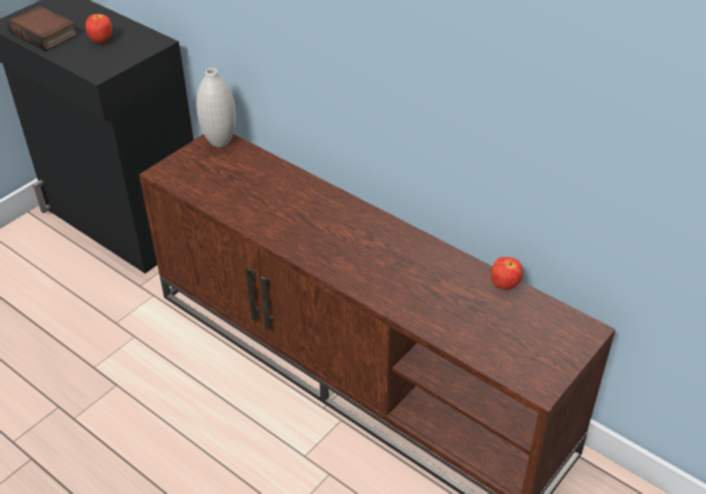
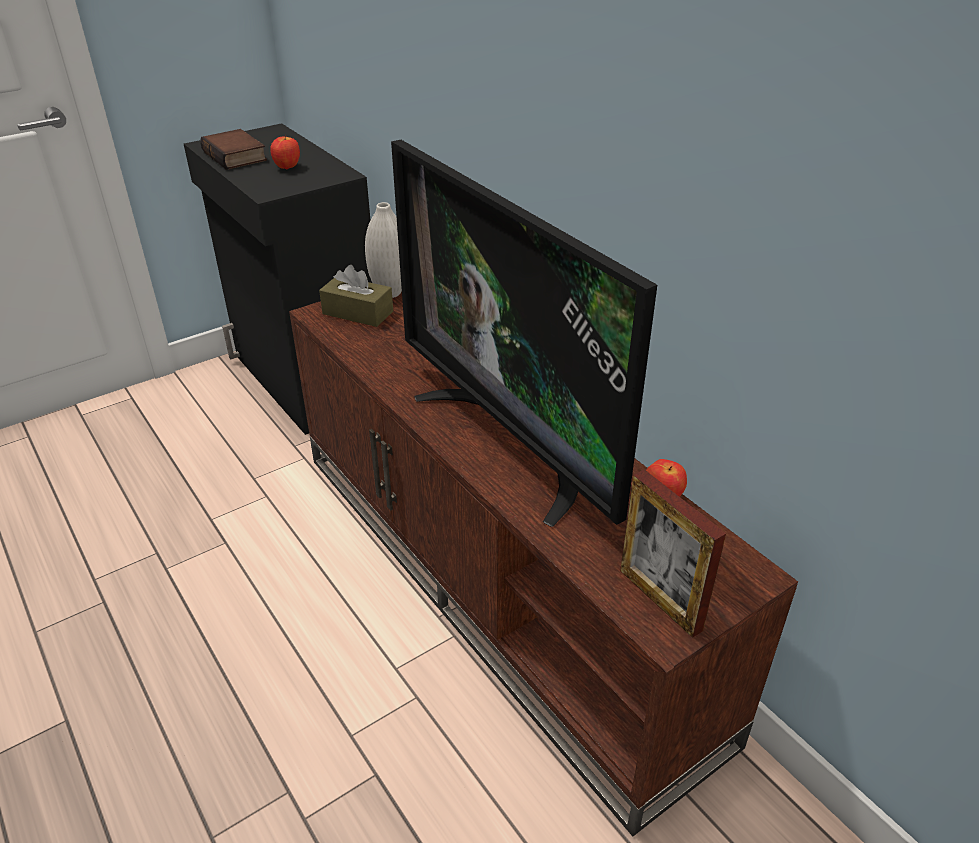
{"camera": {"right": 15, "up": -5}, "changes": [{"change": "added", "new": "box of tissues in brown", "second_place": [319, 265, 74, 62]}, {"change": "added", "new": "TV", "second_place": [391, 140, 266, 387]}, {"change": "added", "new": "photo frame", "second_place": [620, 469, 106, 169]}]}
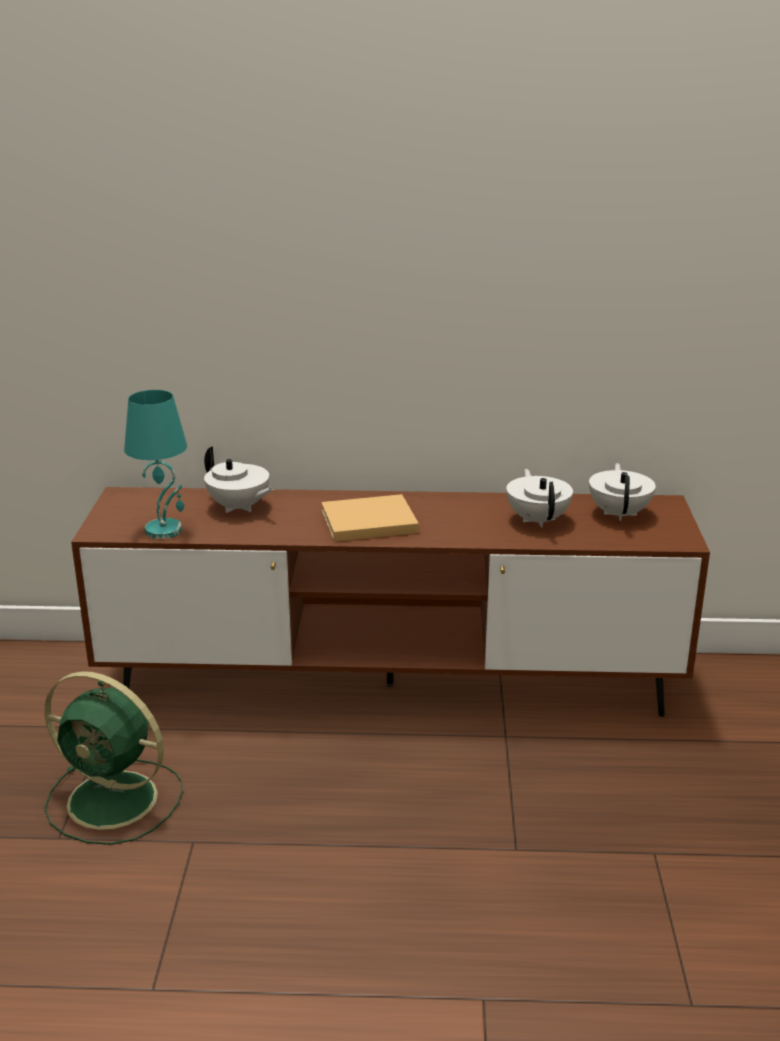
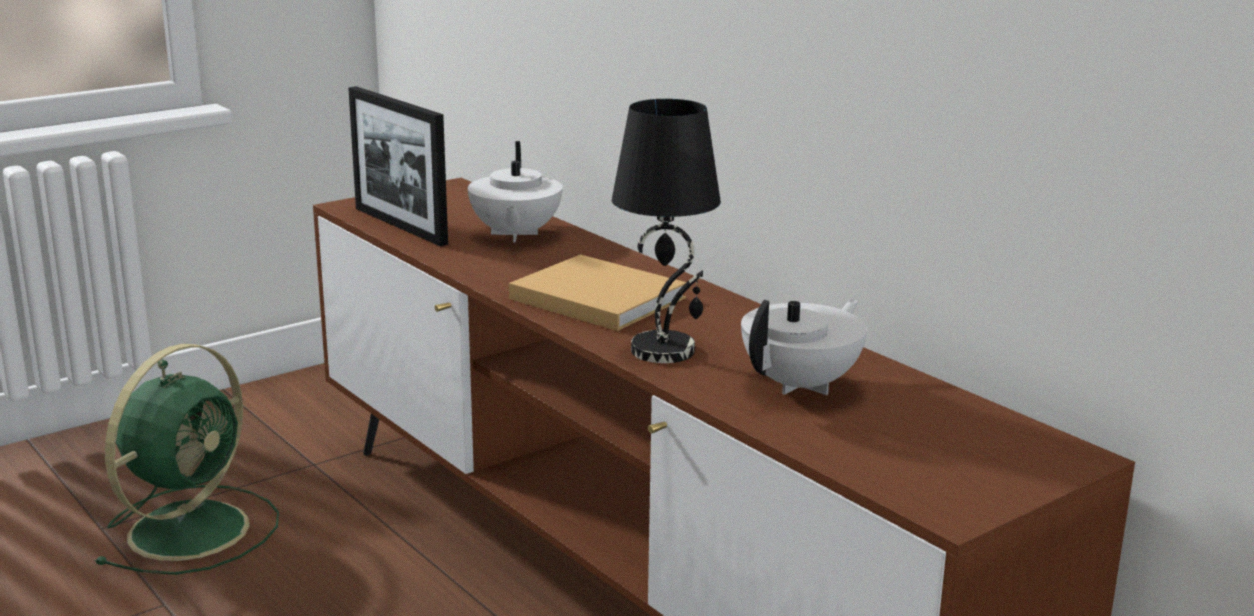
{"camera": {"right": 50, "up": -5}, "changes": [{"change": "turned", "old": "electric fan in greenish", "first_place": [44, 671, 139, 174], "second_place": [94, 344, 185, 231], "degrees": -135}, {"change": "replaced", "old": "tabletop lamp in blue-green", "new": "photo frame", "first_place": [124, 390, 63, 149], "second_place": [348, 86, 100, 160]}, {"change": "removed", "old": "teapot in white-coloured", "first_place": [589, 463, 67, 58]}, {"change": "added", "new": "tabletop lamp in blackish", "second_place": [612, 99, 109, 264]}]}
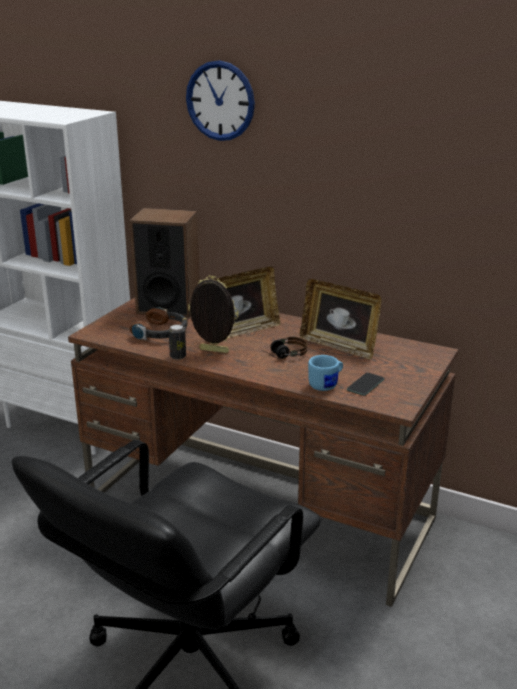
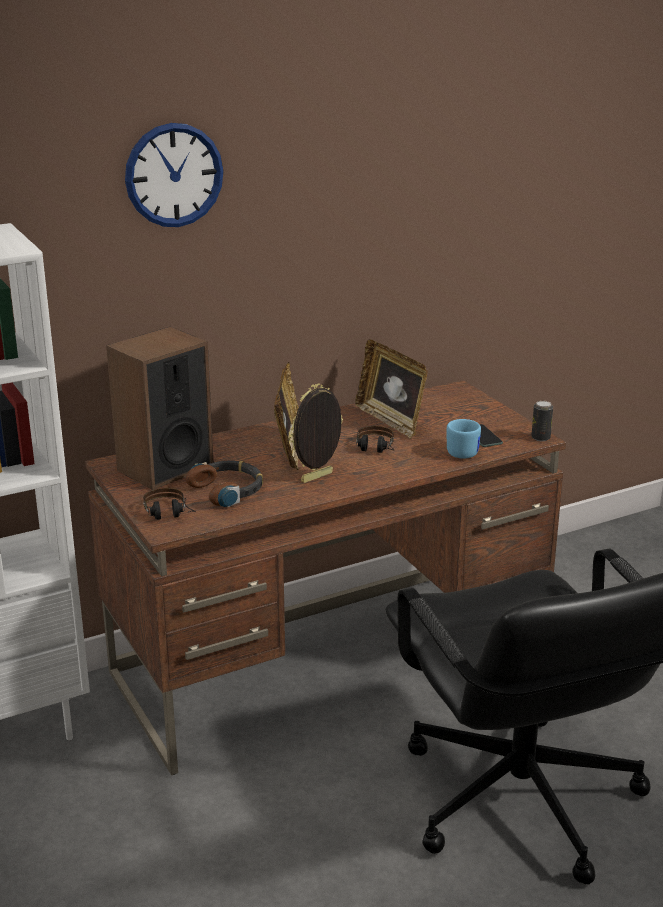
{"camera": {"right": -55, "up": 0}, "changes": [{"change": "moved", "old": "metal can", "first_place": [169, 324, 17, 36], "second_place": [531, 401, 22, 40]}, {"change": "turned", "old": "photo frame", "first_place": [300, 279, 81, 81], "second_place": [355, 339, 73, 100], "degrees": 75}, {"change": "added", "new": "pair of headphones", "second_place": [143, 488, 53, 32]}]}
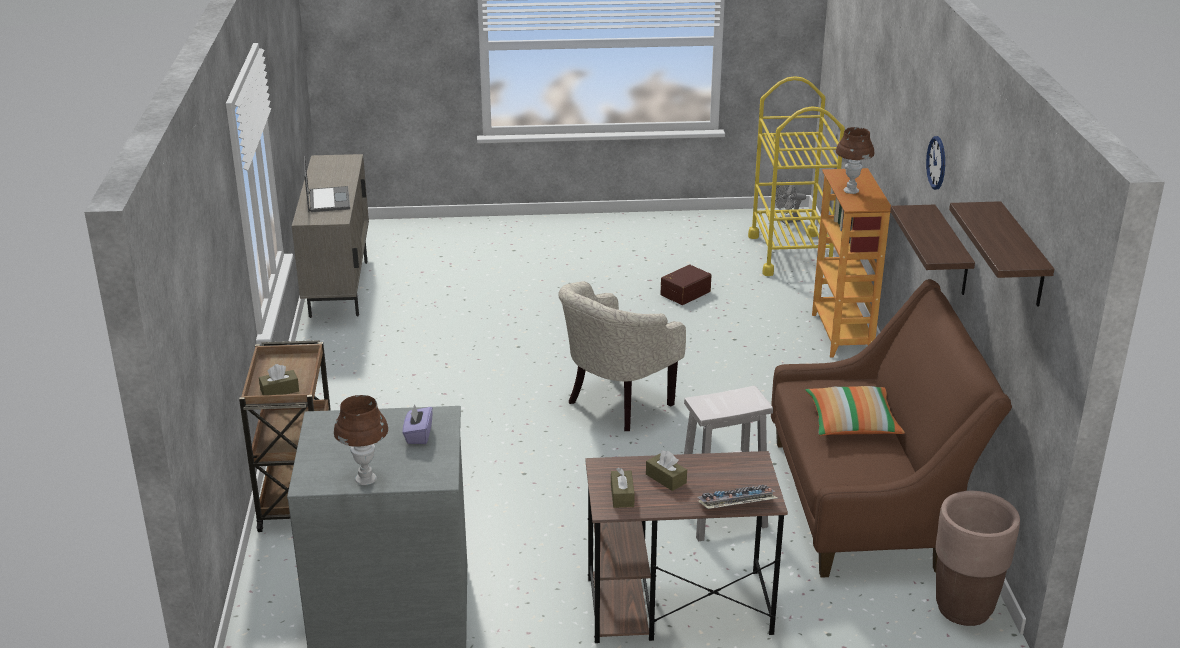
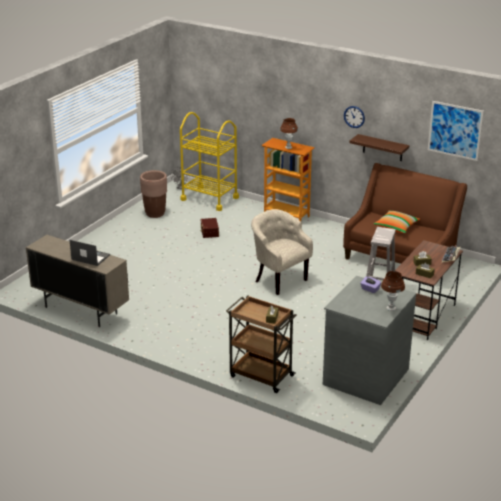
{"camera": {"right": -55, "up": 0}, "changes": [{"change": "turned", "old": "armchair in beige-coloured", "first_place": [559, 281, 127, 150], "second_place": [251, 209, 62, 86], "degrees": 150}, {"change": "moved", "old": "flower pot in brown", "first_place": [935, 491, 85, 135], "second_place": [140, 170, 27, 48]}, {"change": "replaced", "old": "wall shelf", "new": "wall art", "first_place": [949, 201, 105, 105], "second_place": [428, 101, 56, 60]}]}
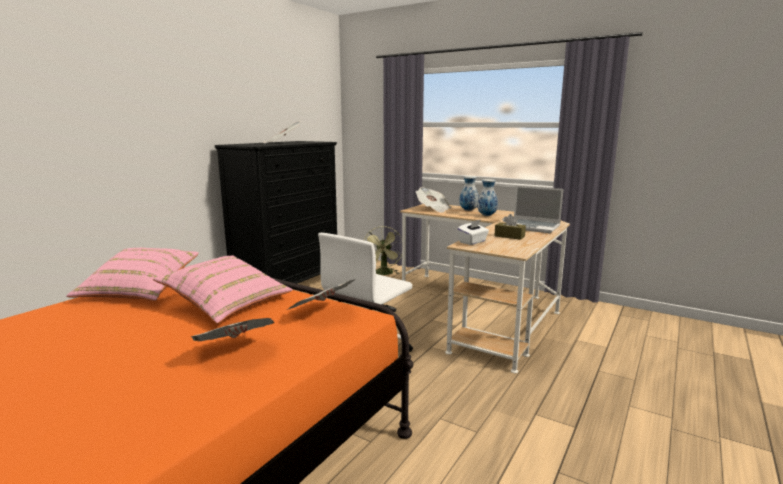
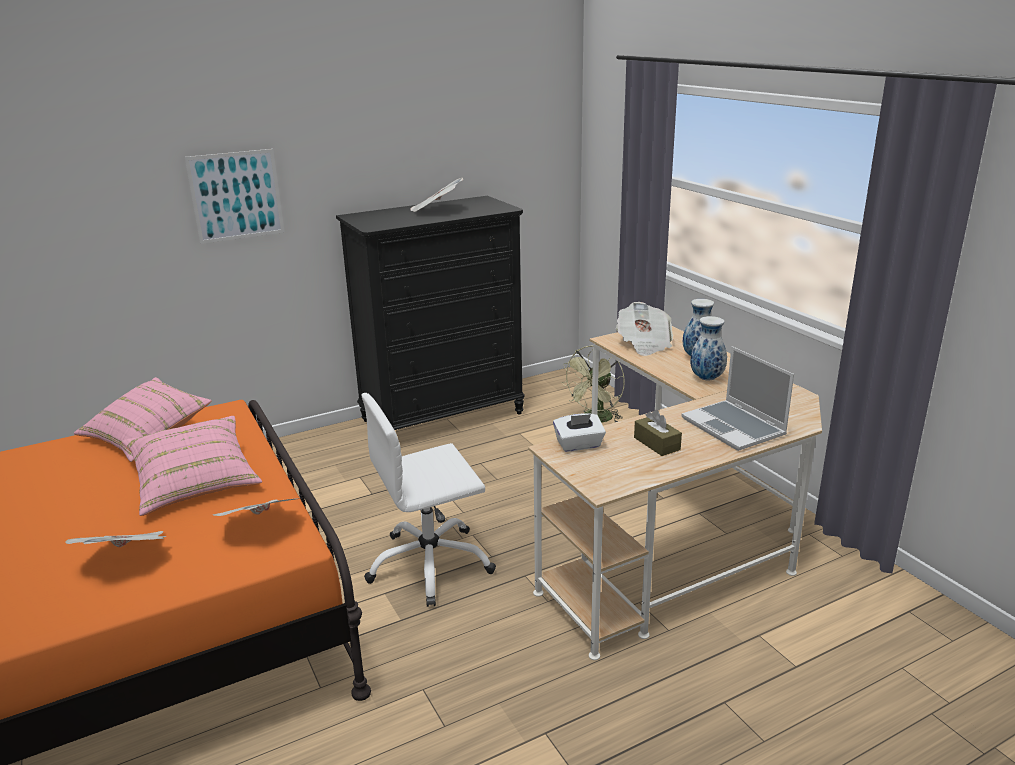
{"camera": {"right": 30, "up": 10}, "changes": [{"change": "added", "new": "wall art", "second_place": [184, 149, 101, 95]}]}
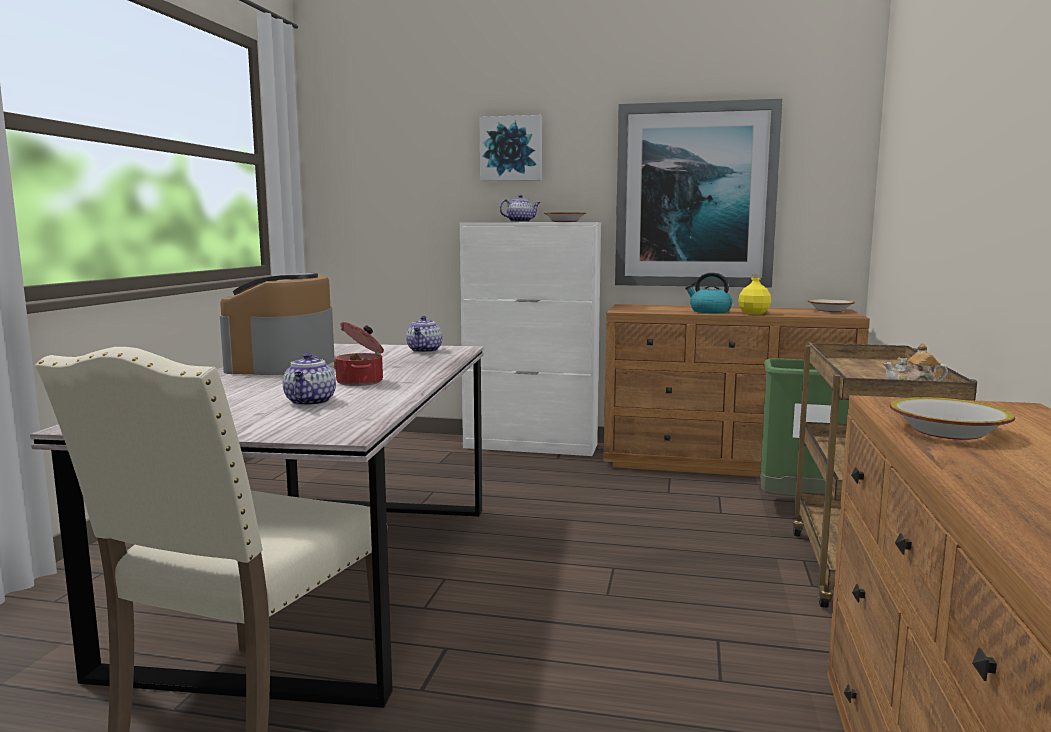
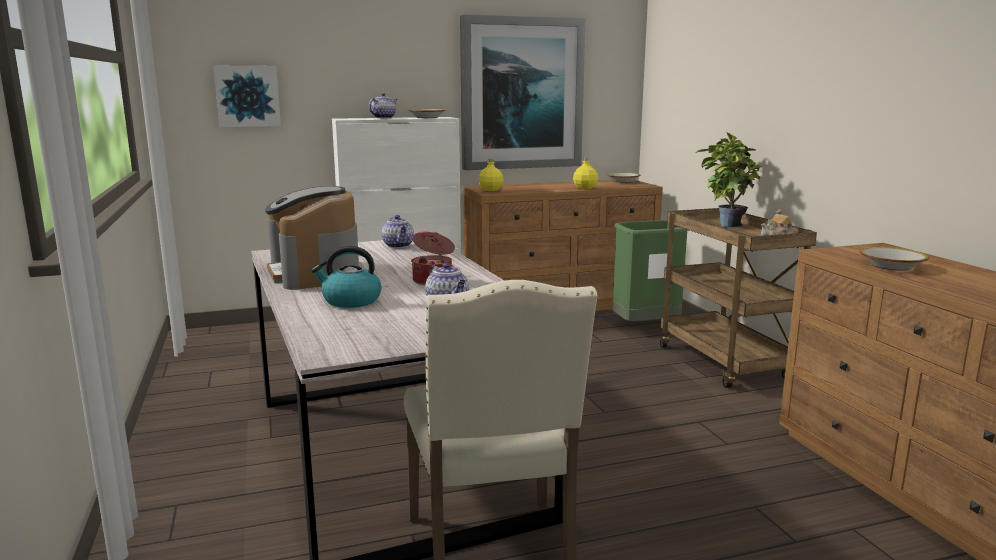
{"camera": {"right": -30, "up": 5}, "changes": [{"change": "moved", "old": "wall art", "first_place": [480, 115, 62, 66], "second_place": [213, 66, 68, 61]}, {"change": "moved", "old": "tea kettle", "first_place": [685, 272, 47, 41], "second_place": [311, 246, 70, 62]}, {"change": "added", "new": "beverage bottle in yellow", "second_place": [479, 158, 25, 33]}, {"change": "added", "new": "houseplant", "second_place": [696, 132, 65, 95]}]}
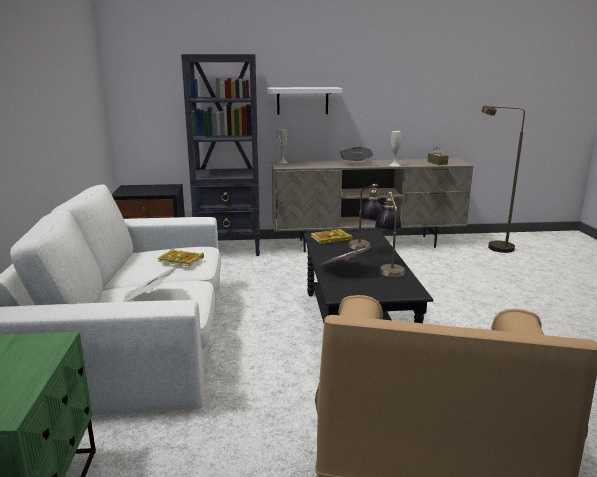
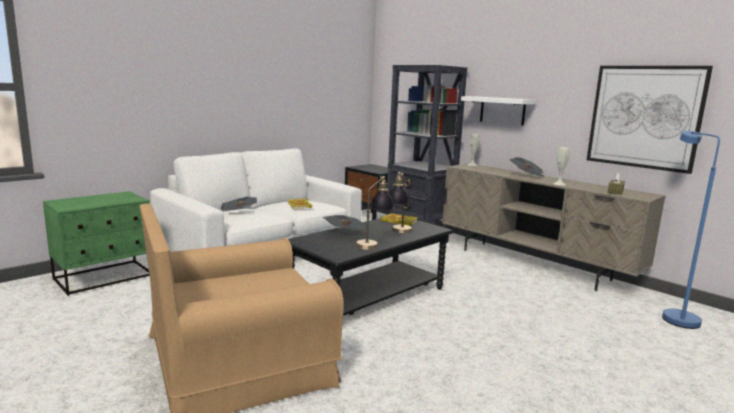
{"camera": {"right": 50, "up": -5}, "changes": [{"change": "recoloured", "old": "standing lamp in brown", "new": "standing lamp in blue", "first_place": [481, 106, 44, 147], "second_place": [662, 131, 58, 198]}, {"change": "added", "new": "wall art", "second_place": [587, 66, 126, 108]}]}
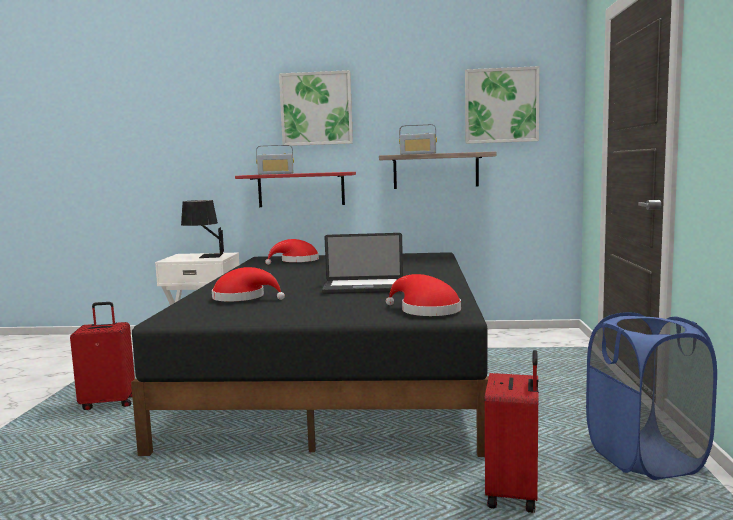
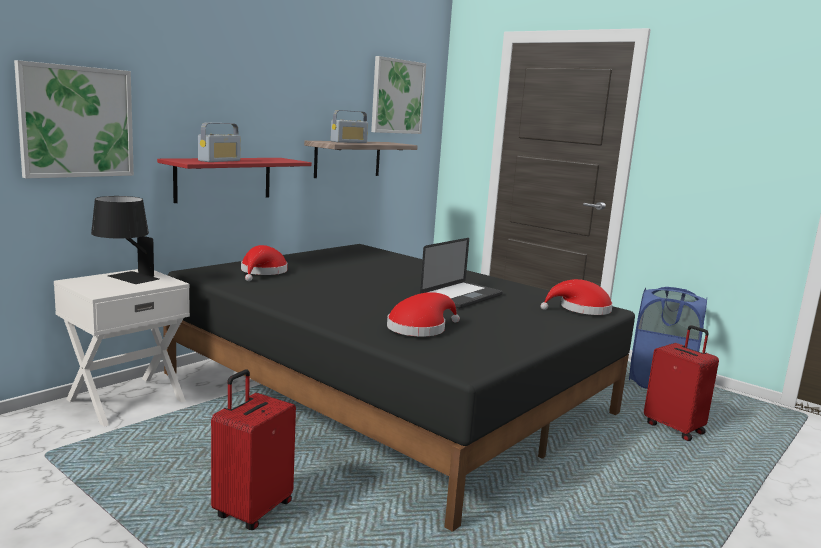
{"camera": {"right": -55, "up": 5}, "changes": [{"change": "moved", "old": "wall art", "first_place": [279, 70, 74, 76], "second_place": [14, 60, 120, 118]}]}
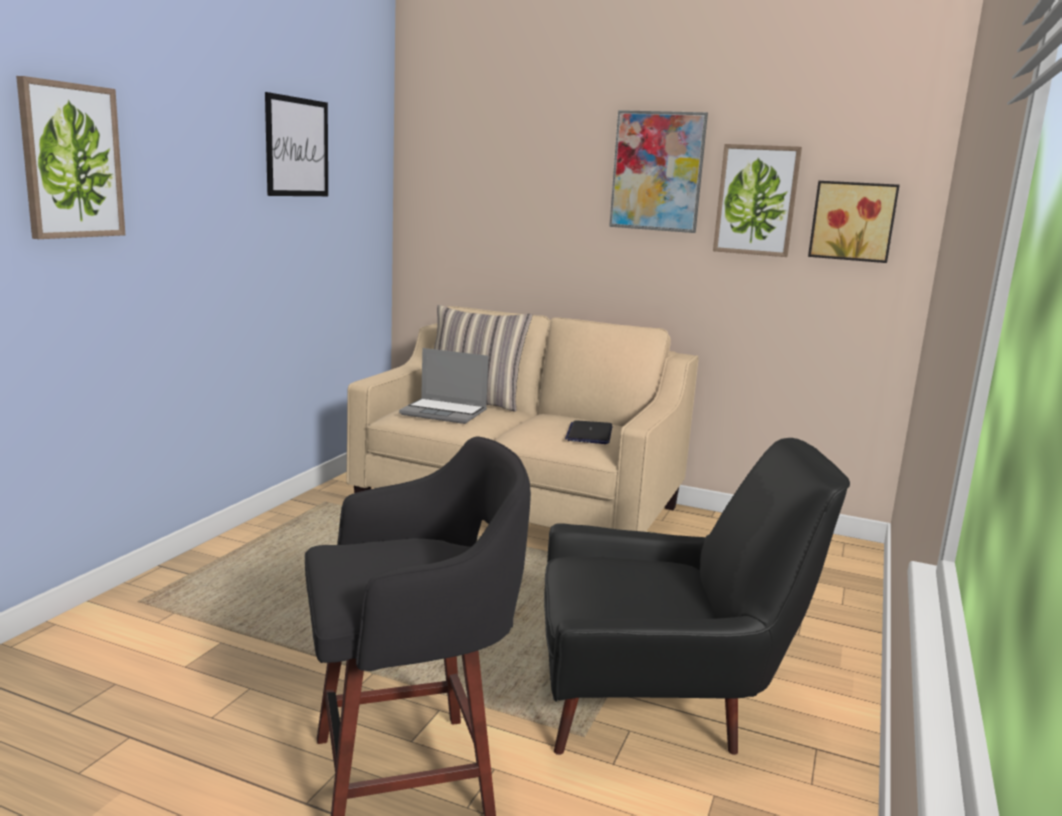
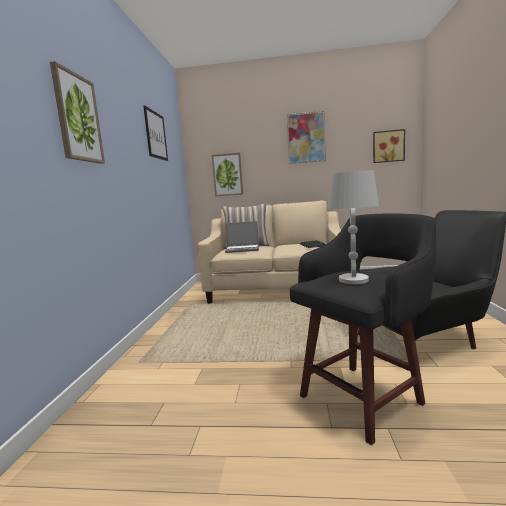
{"camera": {"right": -15, "up": -5}, "changes": [{"change": "moved", "old": "wall art", "first_place": [713, 144, 89, 113], "second_place": [212, 153, 31, 43]}, {"change": "added", "new": "tabletop lamp in white-coloured", "second_place": [327, 170, 52, 114]}]}
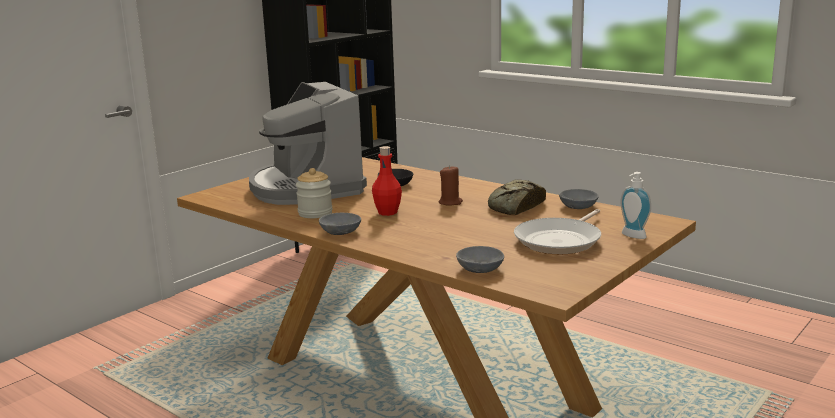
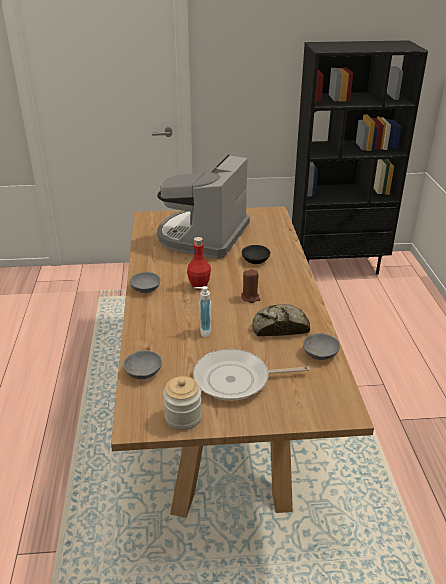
{"camera": {"right": 45, "up": 15}, "changes": [{"change": "moved", "old": "jar", "first_place": [296, 168, 37, 50], "second_place": [163, 376, 39, 54]}, {"change": "moved", "old": "soap bottle", "first_place": [620, 172, 31, 67], "second_place": [194, 286, 17, 51]}]}
